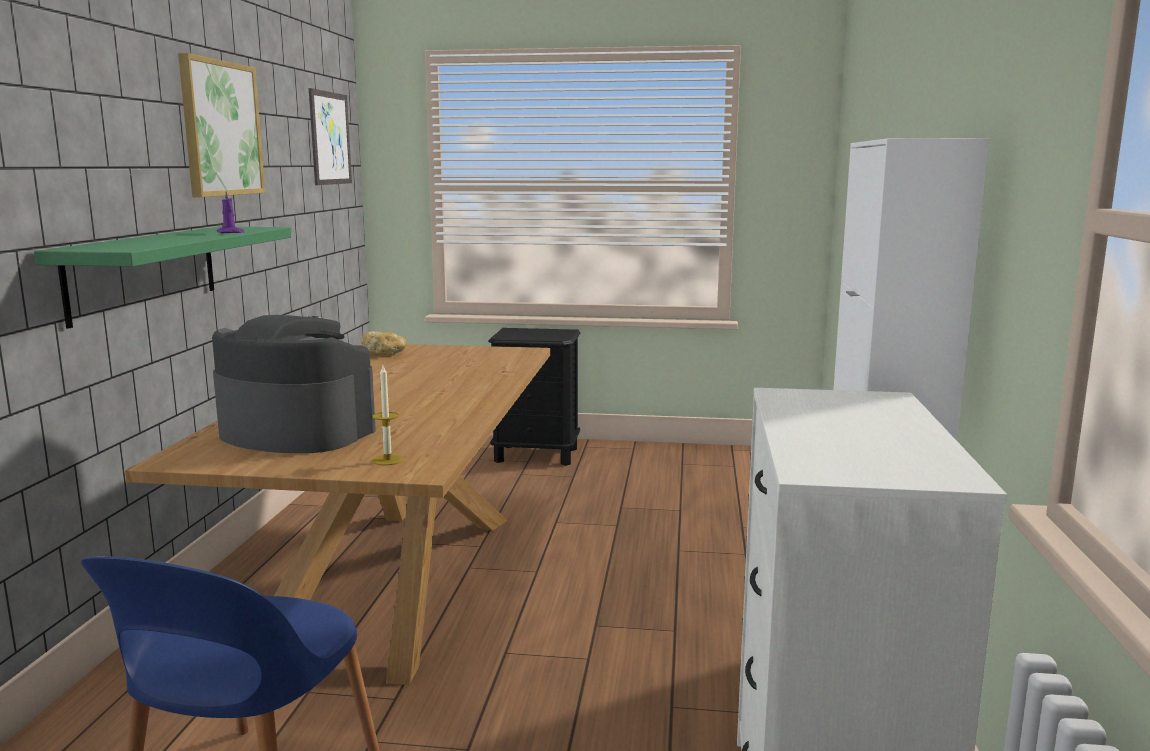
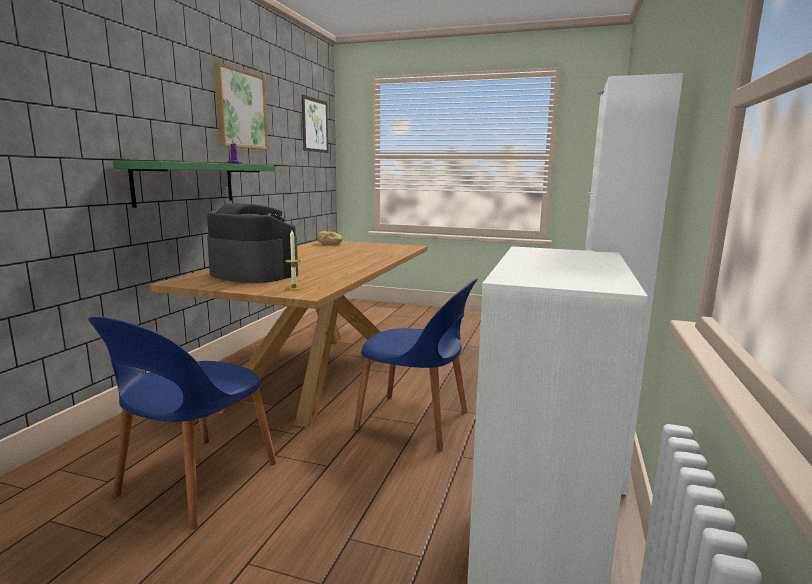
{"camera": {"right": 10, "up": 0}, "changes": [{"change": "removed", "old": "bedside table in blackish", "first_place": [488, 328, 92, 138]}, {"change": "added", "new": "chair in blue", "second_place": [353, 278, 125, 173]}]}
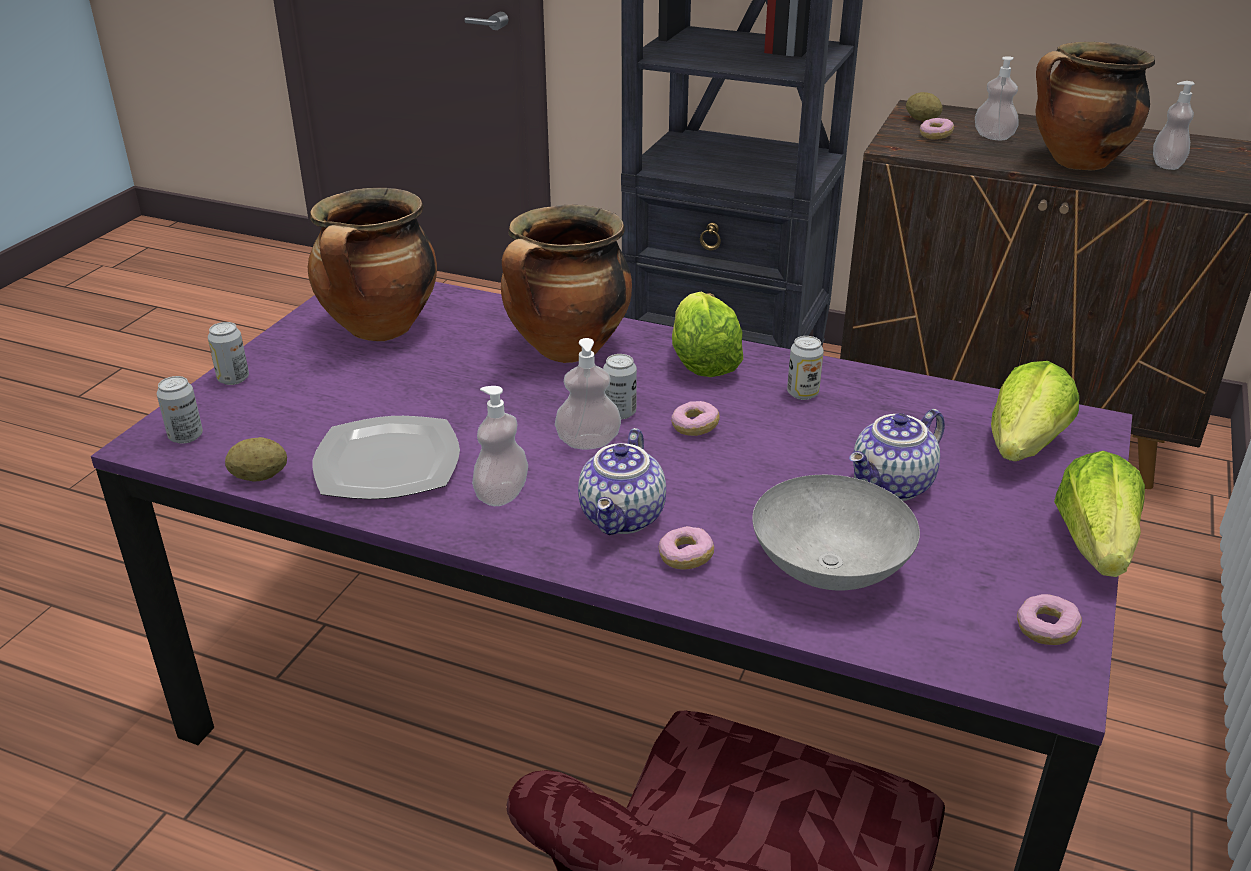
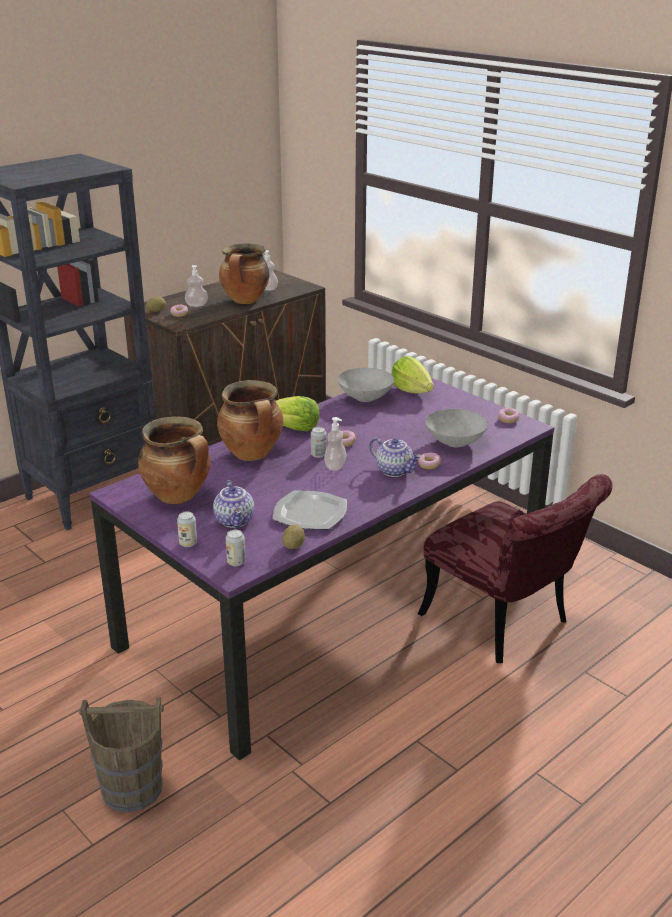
{"camera": {"right": -65, "up": -5}, "changes": [{"change": "removed", "old": "soap bottle", "first_place": [472, 386, 56, 120]}, {"change": "removed", "old": "metal can", "first_place": [787, 336, 37, 64]}, {"change": "moved", "old": "teapot", "first_place": [849, 409, 96, 92], "second_place": [213, 480, 41, 48]}, {"change": "removed", "old": "lettuce head", "first_place": [1054, 451, 91, 126]}, {"change": "added", "new": "water bucket in brown", "second_place": [79, 697, 85, 115]}, {"change": "added", "new": "deep dish in greyish", "second_place": [338, 368, 56, 34]}]}
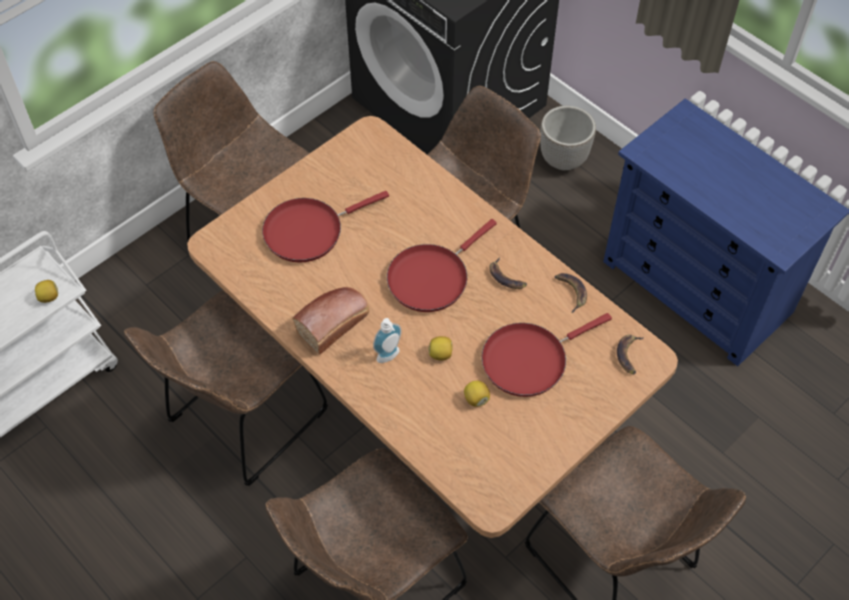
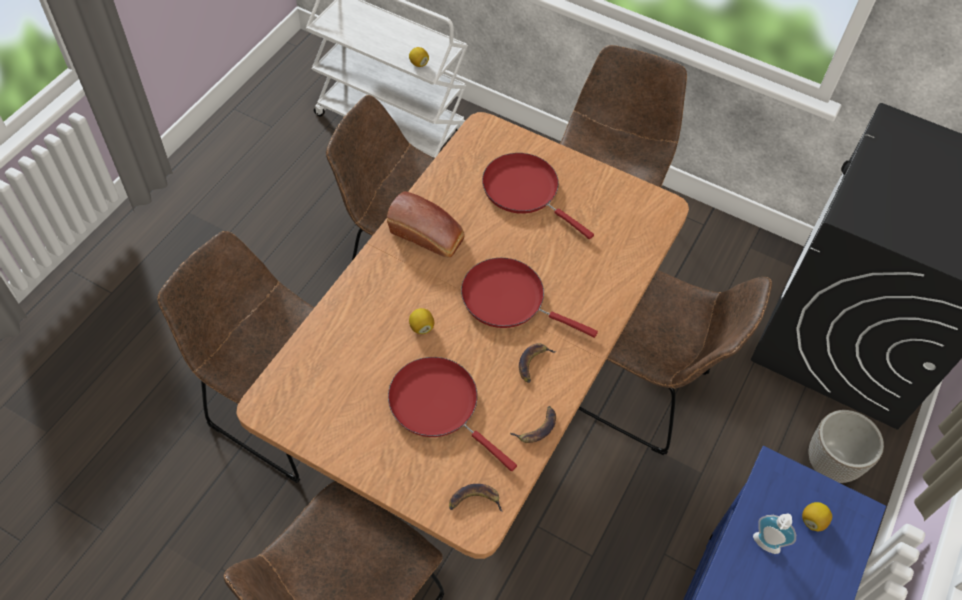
{"camera": {"right": 70, "up": 0}, "changes": [{"change": "moved", "old": "soap bottle", "first_place": [373, 318, 29, 45], "second_place": [753, 513, 43, 41]}, {"change": "moved", "old": "citrus fruit", "first_place": [464, 381, 26, 26], "second_place": [802, 502, 30, 29]}]}
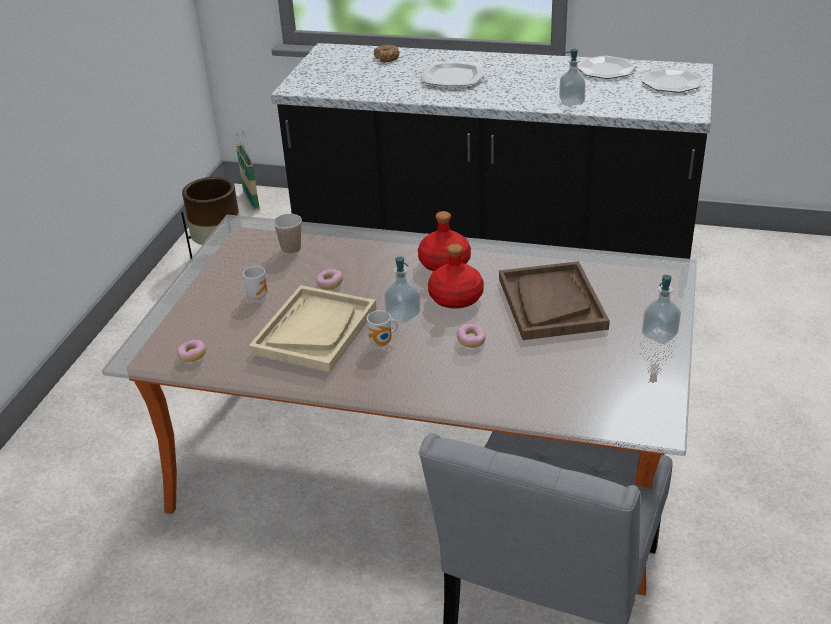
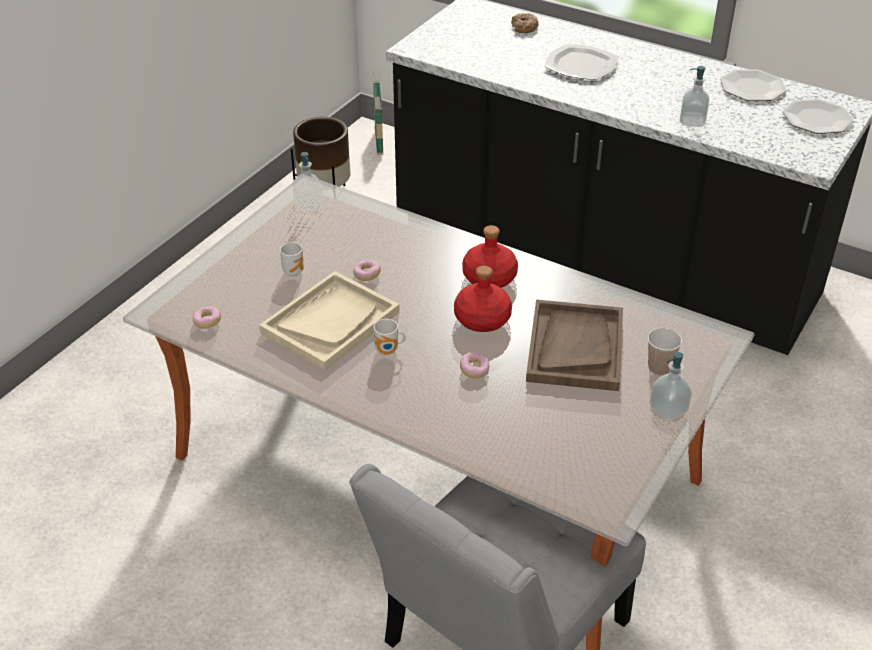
{"camera": {"right": 15, "up": 5}, "changes": [{"change": "moved", "old": "drinking cup", "first_place": [273, 214, 29, 40], "second_place": [647, 328, 35, 48]}, {"change": "moved", "old": "soap bottle", "first_place": [384, 257, 36, 66], "second_place": [292, 152, 31, 60]}]}
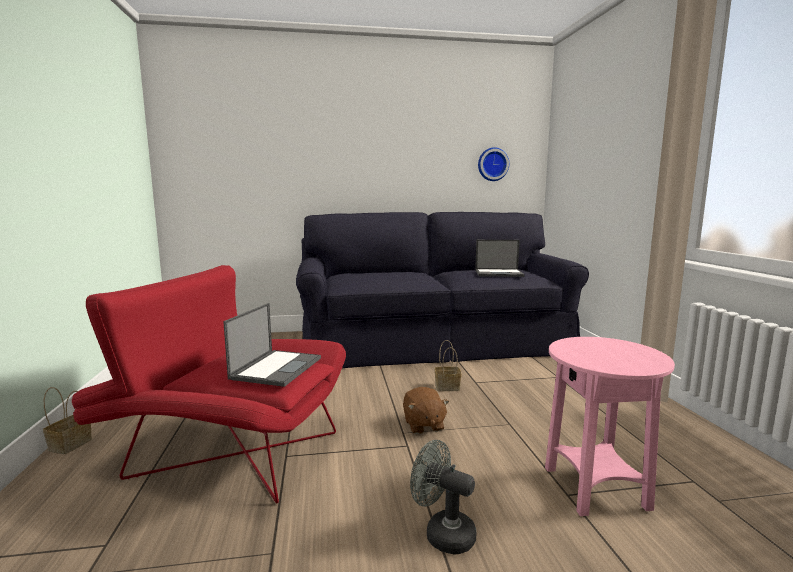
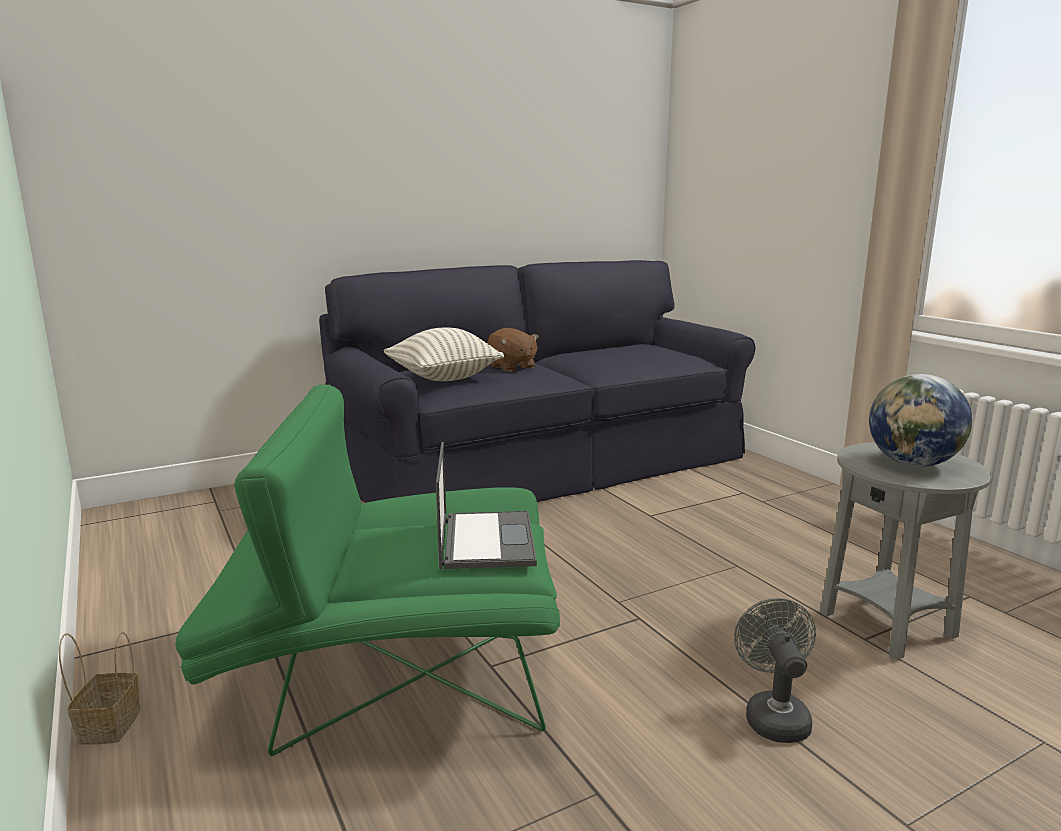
{"camera": {"right": -20, "up": 5}, "changes": [{"change": "recoloured", "old": "armchair in reddish", "new": "armchair in greenish", "first_place": [72, 265, 274, 239], "second_place": [175, 384, 385, 372]}, {"change": "moved", "old": "soft toy in brown", "first_place": [403, 387, 46, 47], "second_place": [487, 328, 52, 44]}, {"change": "turned", "old": "electric fan in greyish", "first_place": [410, 440, 66, 115], "second_place": [734, 598, 82, 145], "degrees": 75}, {"change": "removed", "old": "storage basket", "first_place": [435, 340, 27, 51]}, {"change": "removed", "old": "portable computer", "first_place": [475, 240, 50, 37]}, {"change": "removed", "old": "wall clock", "first_place": [478, 147, 31, 34]}, {"change": "recoloured", "old": "accent table in pink", "new": "accent table in greyish", "first_place": [545, 337, 130, 179], "second_place": [820, 442, 172, 218]}, {"change": "added", "new": "throw pillow", "second_place": [384, 328, 120, 53]}, {"change": "added", "new": "world globe", "second_place": [869, 374, 103, 93]}]}
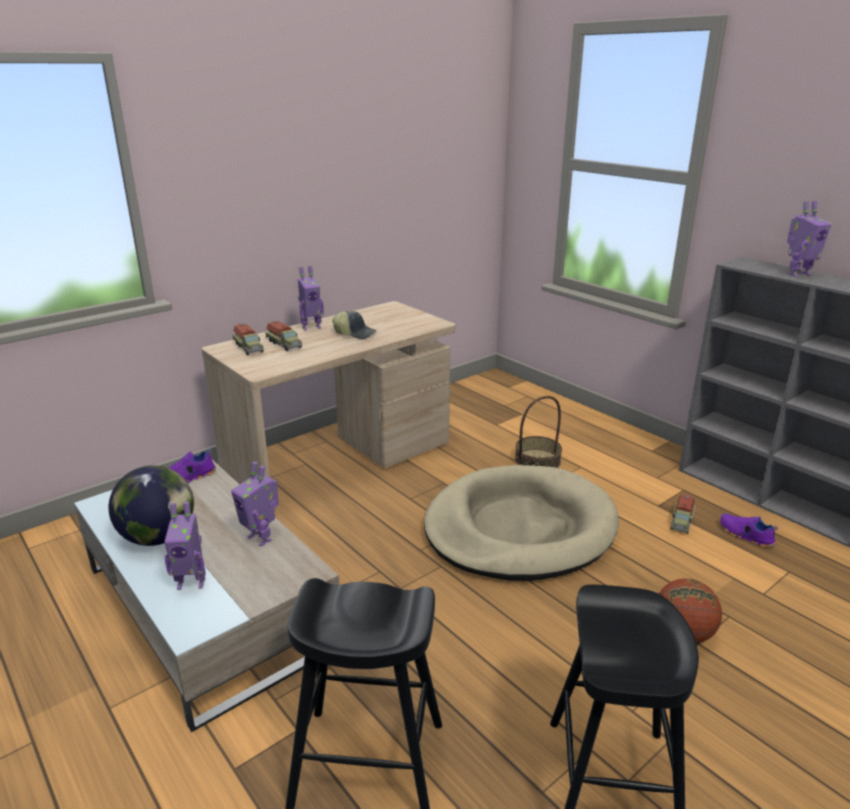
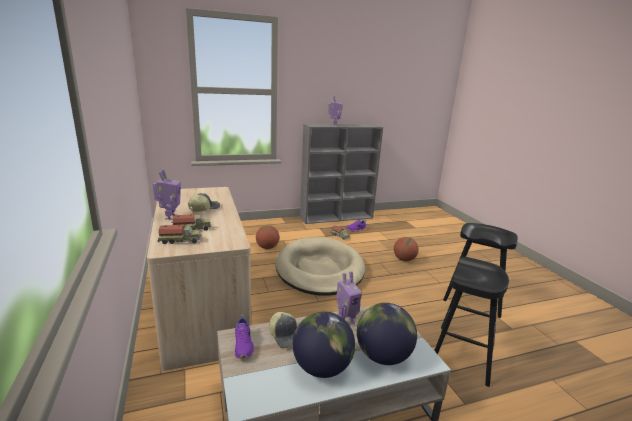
{"camera": {"right": -70, "up": -5}, "changes": [{"change": "replaced", "old": "toy robot", "new": "world globe", "first_place": [164, 502, 42, 88], "second_place": [357, 303, 60, 62]}, {"change": "replaced", "old": "storage basket", "new": "basketball", "first_place": [515, 396, 47, 72], "second_place": [256, 225, 23, 24]}, {"change": "added", "new": "cap", "second_place": [269, 312, 28, 36]}]}
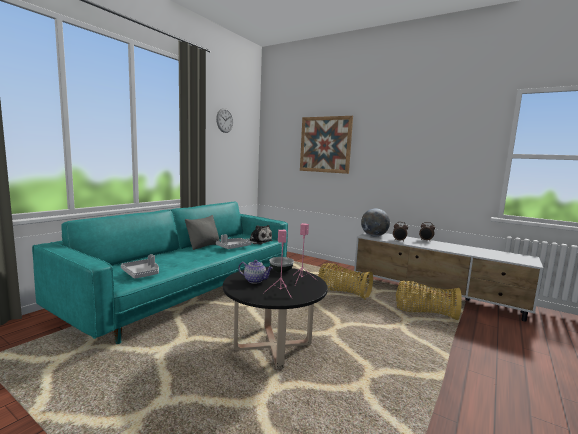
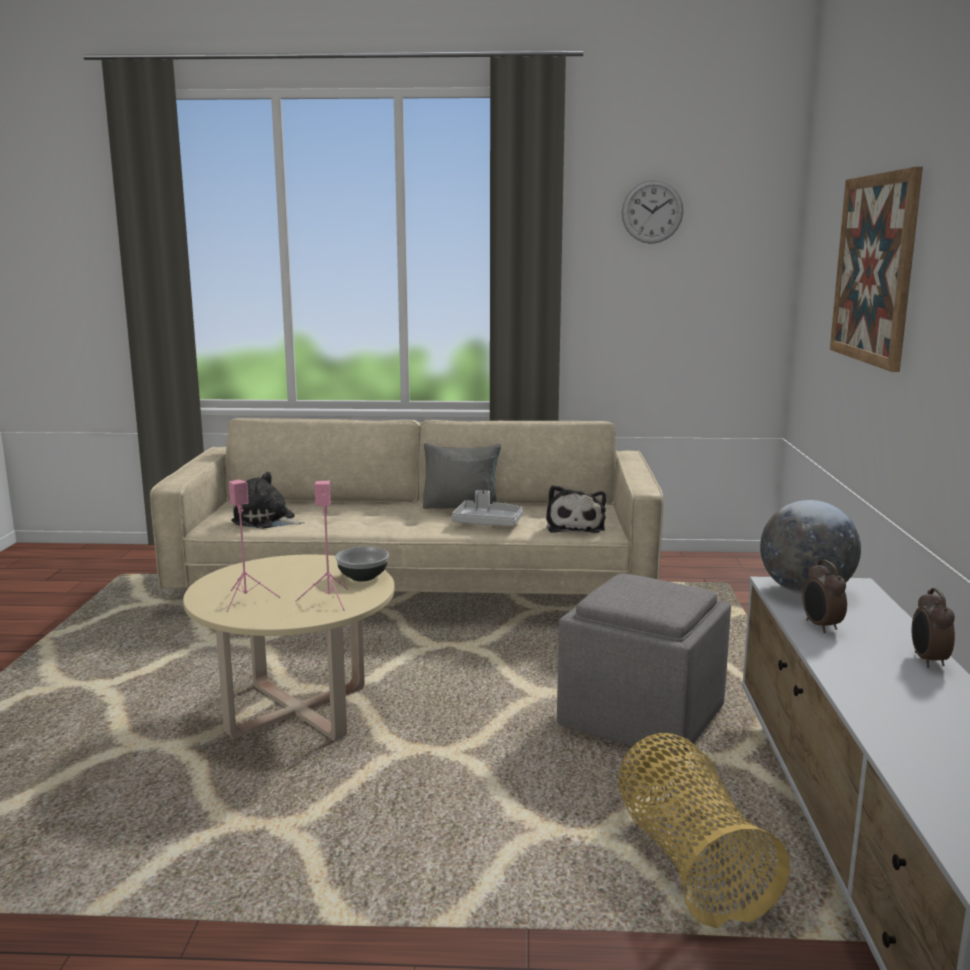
{"camera": {"right": 60, "up": 5}, "changes": [{"change": "recoloured", "old": "couch in blue-green", "new": "couch in beige-coloured", "first_place": [32, 202, 256, 142], "second_place": [150, 418, 513, 177]}, {"change": "replaced", "old": "tray in greyish", "new": "soft toy", "first_place": [121, 254, 38, 25], "second_place": [231, 472, 74, 57]}, {"change": "recoloured", "old": "coffee table in blackish", "new": "coffee table in beige-coloured", "first_place": [223, 267, 105, 102], "second_place": [183, 555, 212, 186]}, {"change": "removed", "old": "teapot", "first_place": [238, 260, 35, 24]}, {"change": "replaced", "old": "storage basket", "new": "footrest in greyish", "first_place": [318, 263, 55, 37], "second_place": [557, 574, 174, 183]}]}
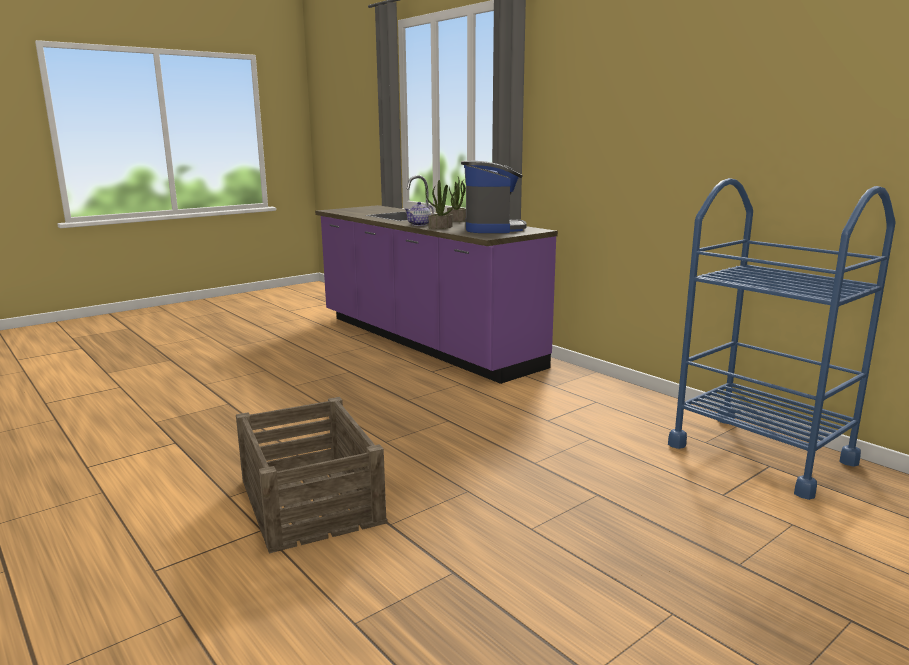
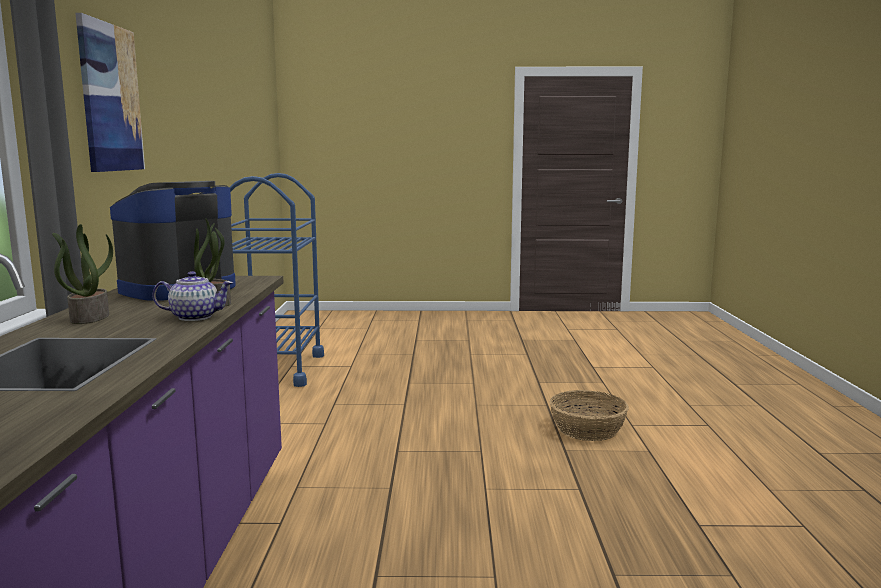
{"camera": {"right": -140, "up": -5}, "changes": [{"change": "replaced", "old": "shipping crate", "new": "storage basket", "first_place": [236, 397, 152, 156], "second_place": [550, 390, 79, 51]}, {"change": "added", "new": "wall art", "second_place": [75, 13, 70, 159]}]}
